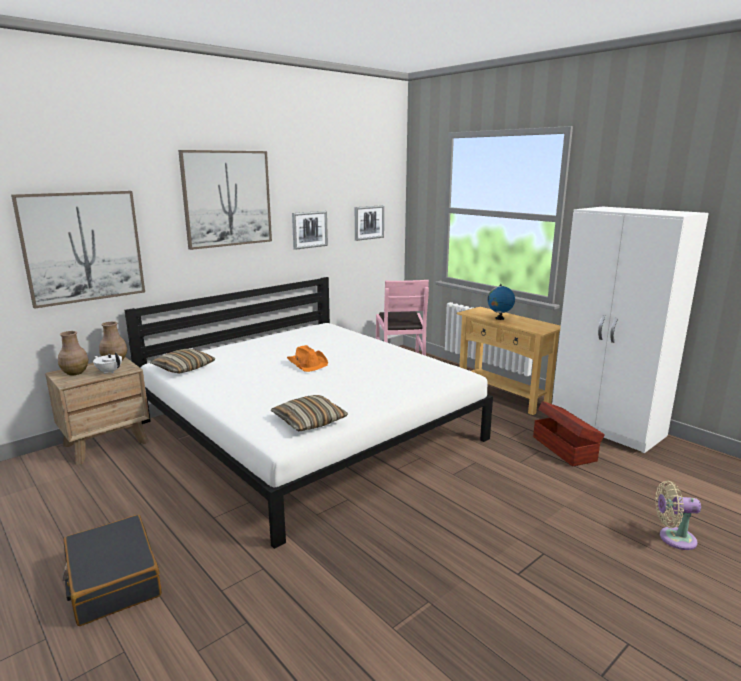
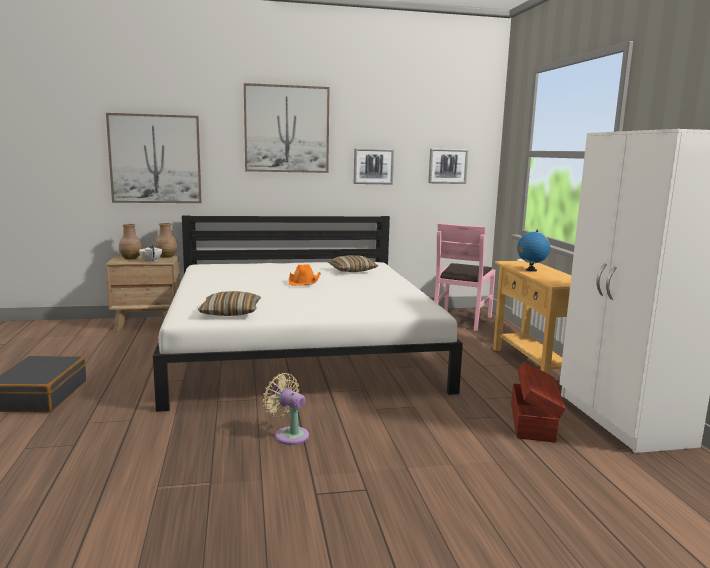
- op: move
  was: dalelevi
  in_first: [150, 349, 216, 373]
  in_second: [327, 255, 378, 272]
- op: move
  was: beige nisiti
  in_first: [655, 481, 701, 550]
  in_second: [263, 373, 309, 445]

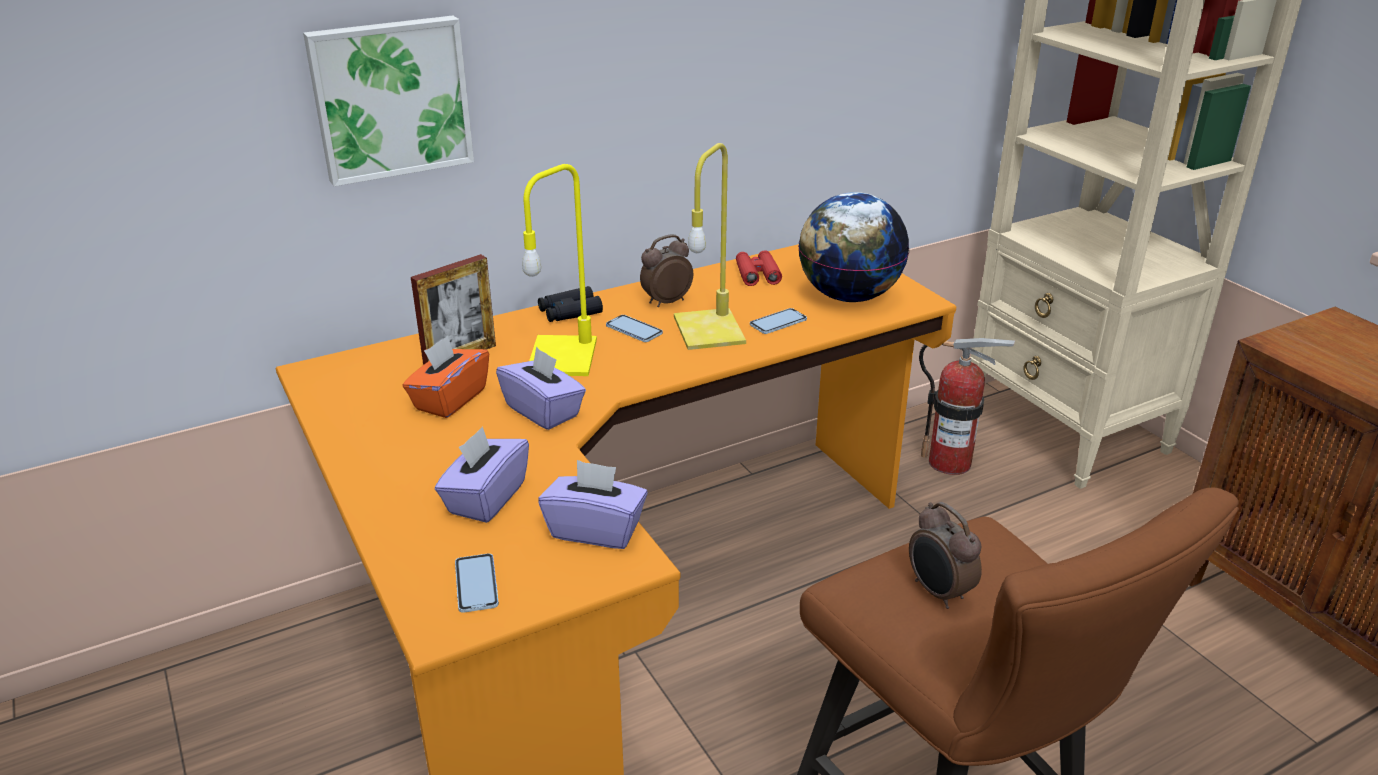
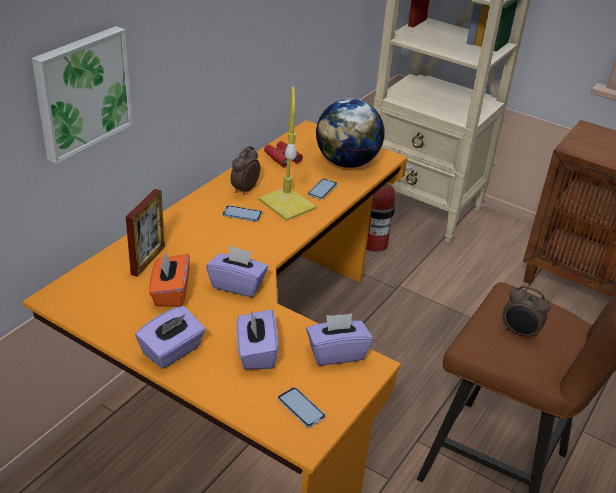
- op: delete
  was: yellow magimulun
  in_first: [522, 164, 597, 376]
- op: delete
  was: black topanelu
  in_first: [538, 286, 603, 322]
- op: insert
  now: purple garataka
  in_second: [135, 306, 206, 369]

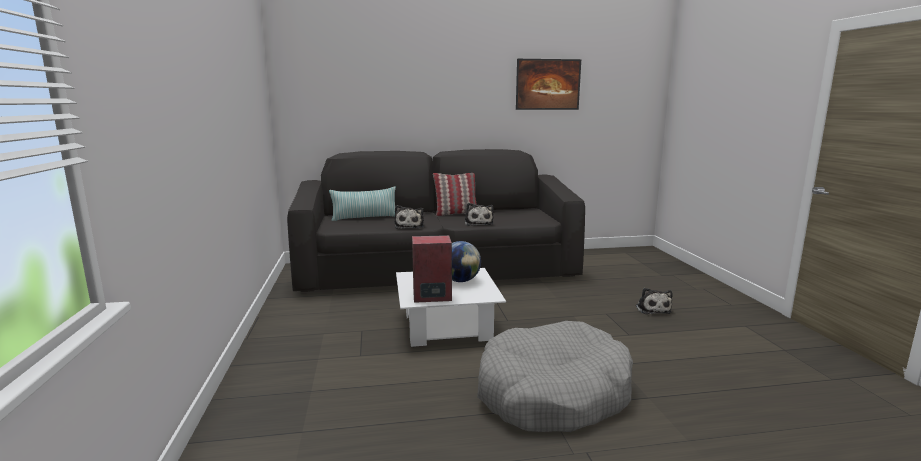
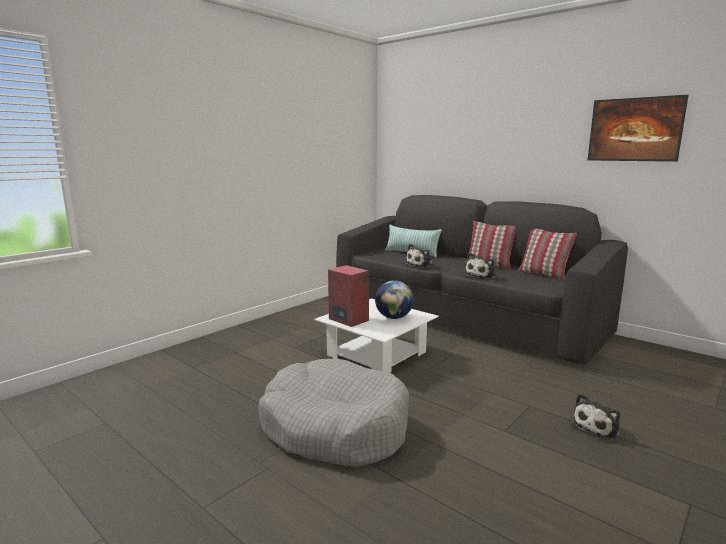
- op: insert
  now: dalelevi
  in_second: [518, 229, 577, 280]

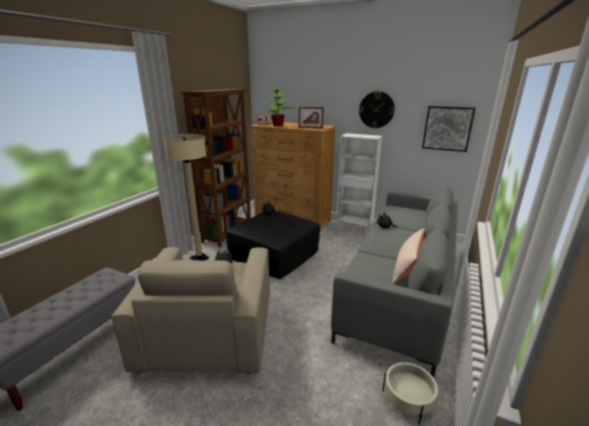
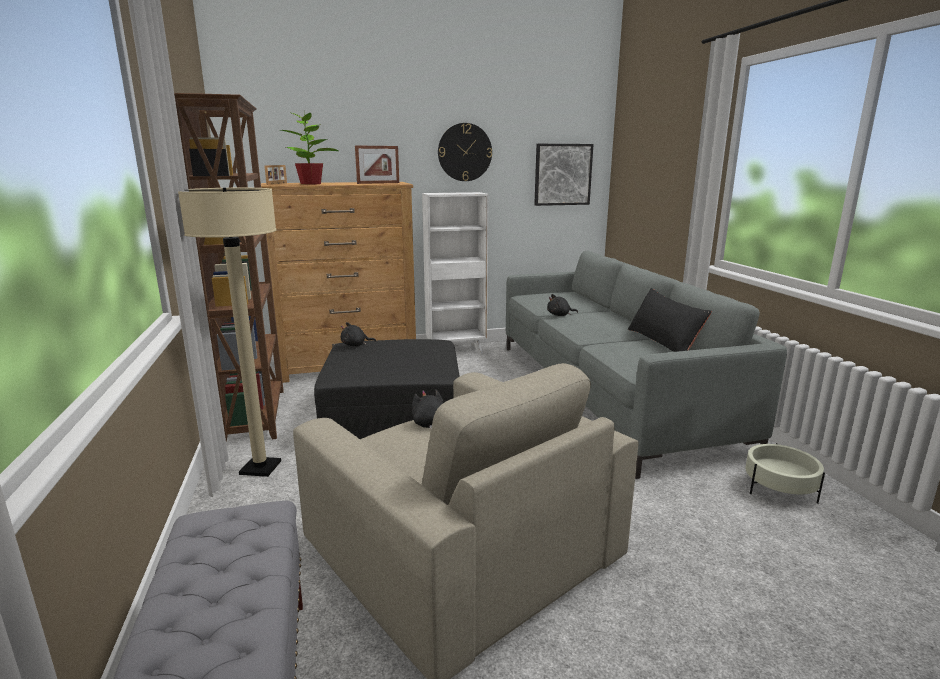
- op: recolor
  was: beige dalelevi
  now: black dalelevi
  in_first: [392, 228, 425, 284]
  in_second: [628, 288, 712, 352]

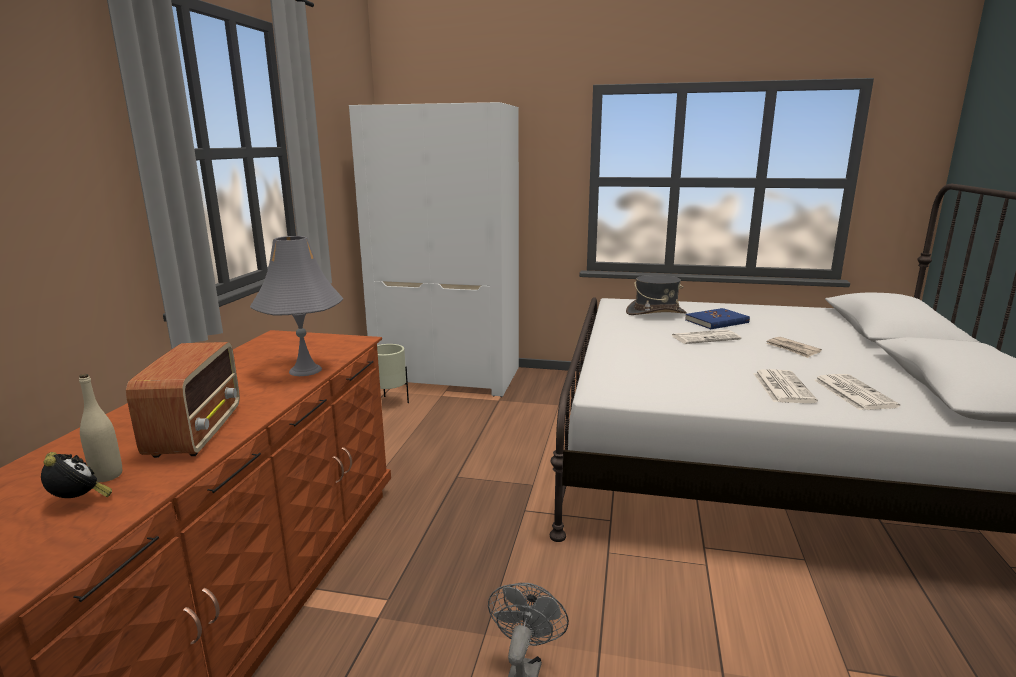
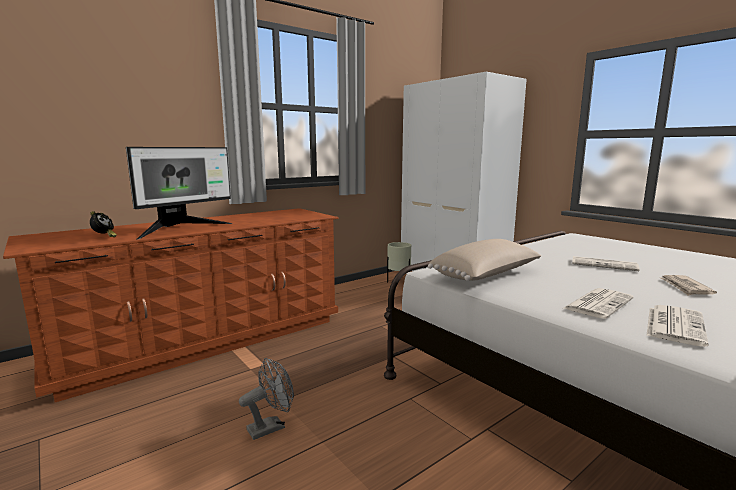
- op: delete
  was: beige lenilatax
  in_first: [79, 374, 122, 482]
- op: replace
  was: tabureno
  now: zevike
  in_first: [126, 342, 240, 458]
  in_second: [126, 147, 233, 240]
- op: delete
  was: grey magimulun
  in_first: [250, 236, 344, 376]
- op: delete
  was: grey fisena
  in_first: [626, 275, 687, 315]
- op: delete
  was: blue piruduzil
  in_first: [685, 308, 750, 329]
- op: insert
  now: beige dalelevi
  in_second: [428, 239, 541, 281]

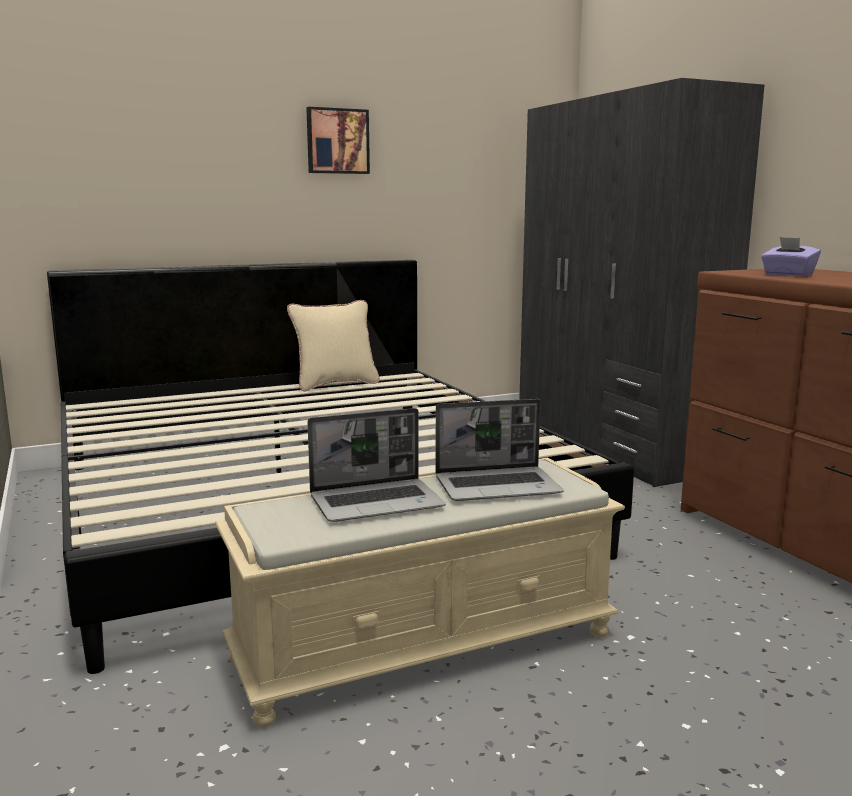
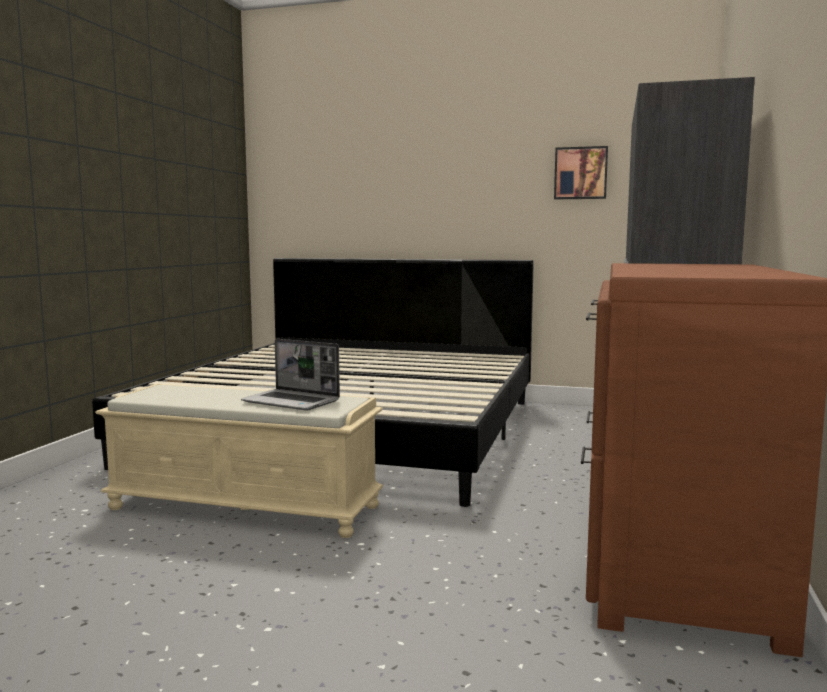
- op: delete
  was: beige dalelevi
  in_first: [287, 300, 380, 391]
- op: move
  was: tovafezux
  in_first: [306, 107, 370, 174]
  in_second: [554, 146, 608, 200]
- op: delete
  was: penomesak
  in_first: [307, 408, 445, 522]
- op: delete
  was: purple garataka
  in_first: [761, 237, 821, 276]

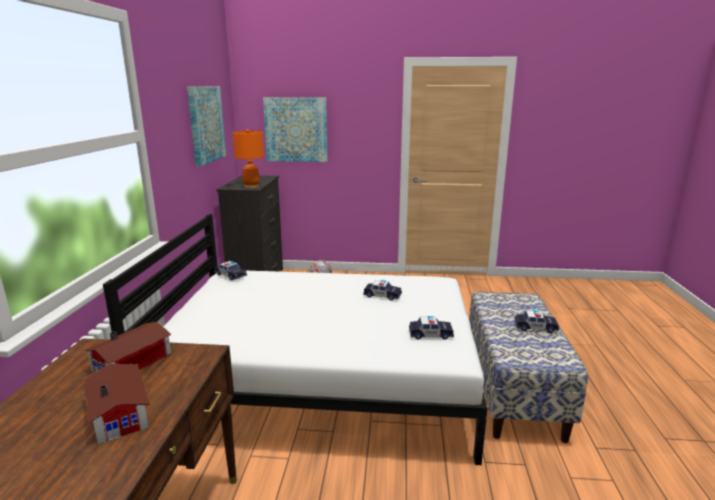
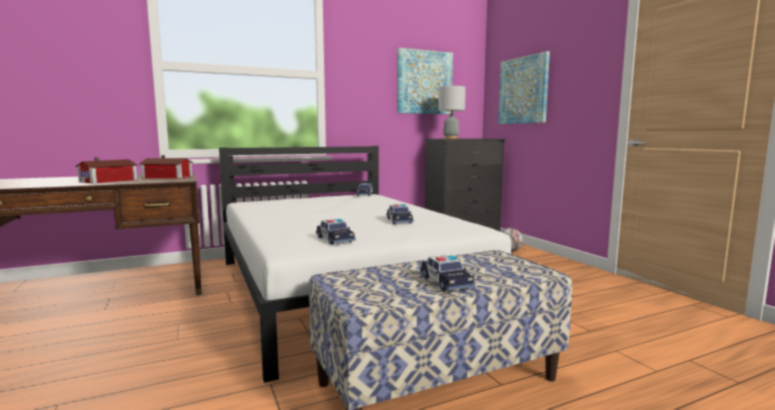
- op: recolor
  was: orange magimulun
  now: grey magimulun
  in_first: [233, 129, 264, 188]
  in_second: [438, 85, 466, 139]

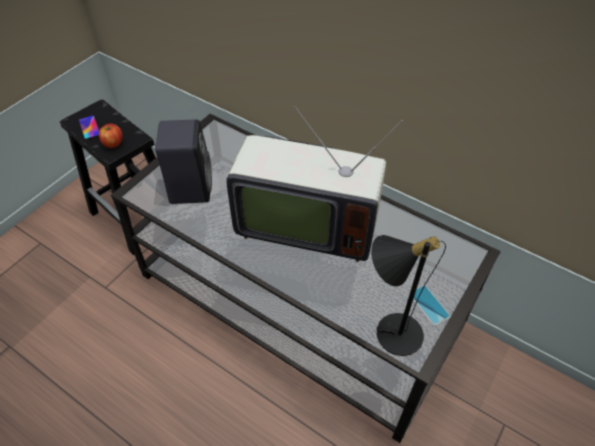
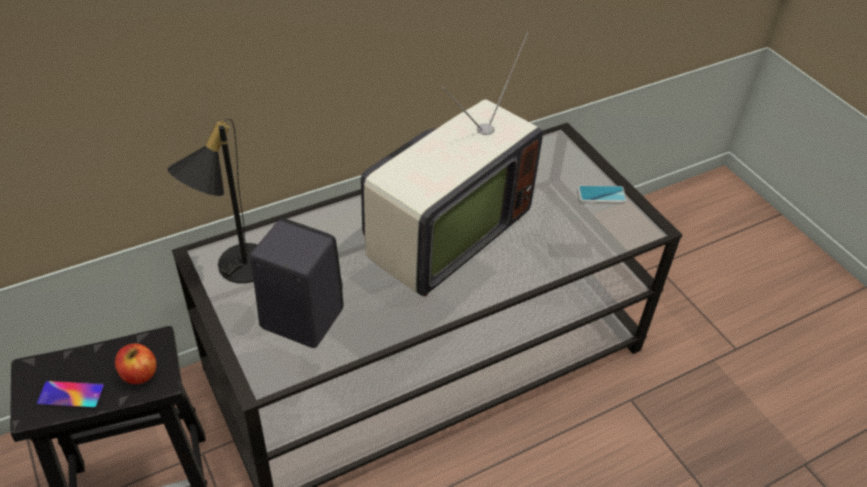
- op: move
  was: black magimulun
  in_first: [371, 235, 446, 356]
  in_second: [167, 119, 258, 283]

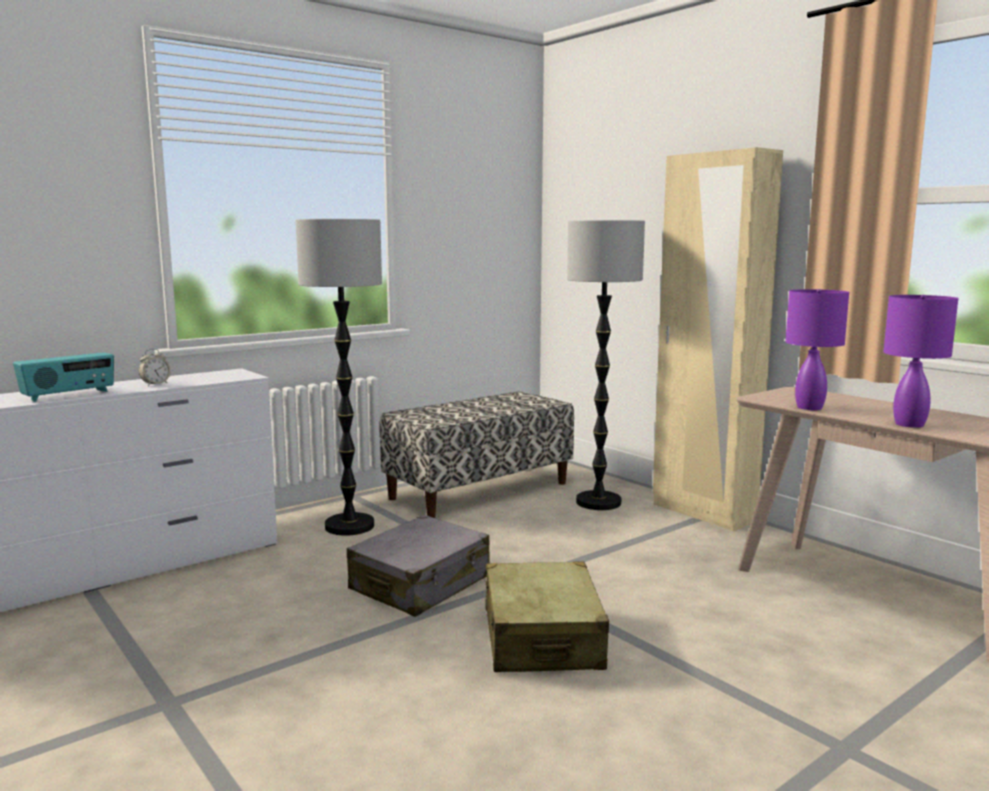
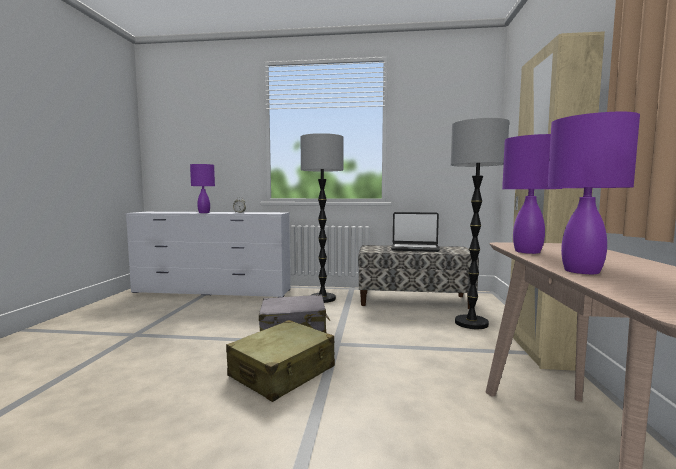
- op: replace
  was: tabureno
  now: purple magimulun
  in_first: [13, 352, 114, 402]
  in_second: [190, 164, 215, 213]
- op: insert
  now: penomesak
  in_second: [391, 212, 440, 252]

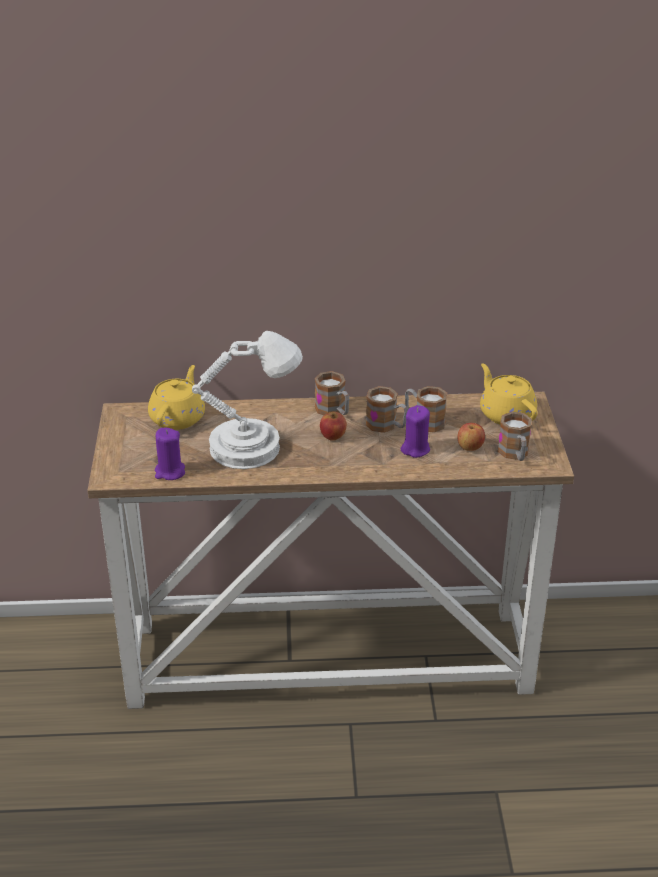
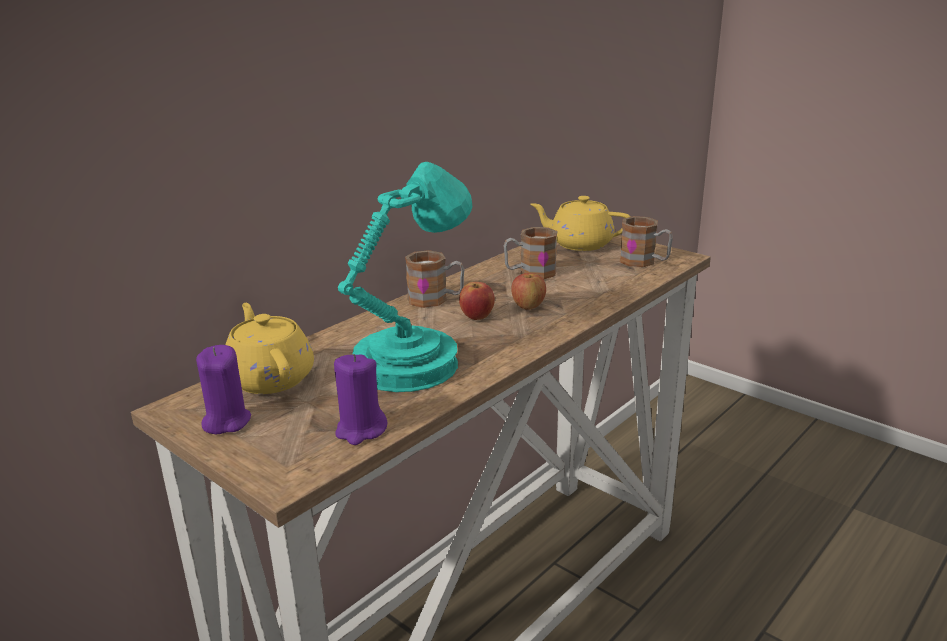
- op: recolor
  was: white magimulun
  now: turquoise magimulun
  in_first: [192, 331, 303, 469]
  in_second: [338, 162, 472, 392]
- op: delete
  was: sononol
  in_first: [366, 386, 408, 433]
- op: move
  was: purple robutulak
  in_first: [401, 405, 430, 458]
  in_second: [196, 345, 251, 434]
- op: move
  was: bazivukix
  in_first: [458, 423, 485, 451]
  in_second: [511, 273, 546, 310]

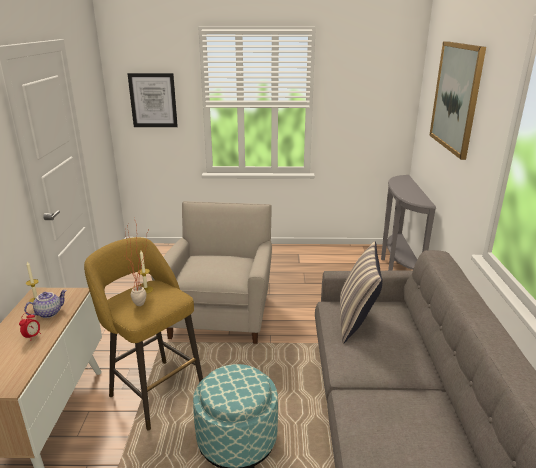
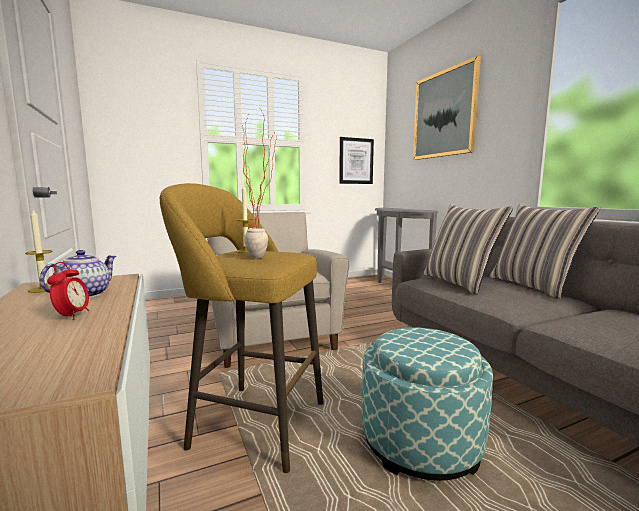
- op: move
  was: tovafezux
  in_first: [127, 73, 178, 127]
  in_second: [339, 137, 374, 184]
- op: insert
  now: dalelevi
  in_second: [489, 204, 600, 299]

